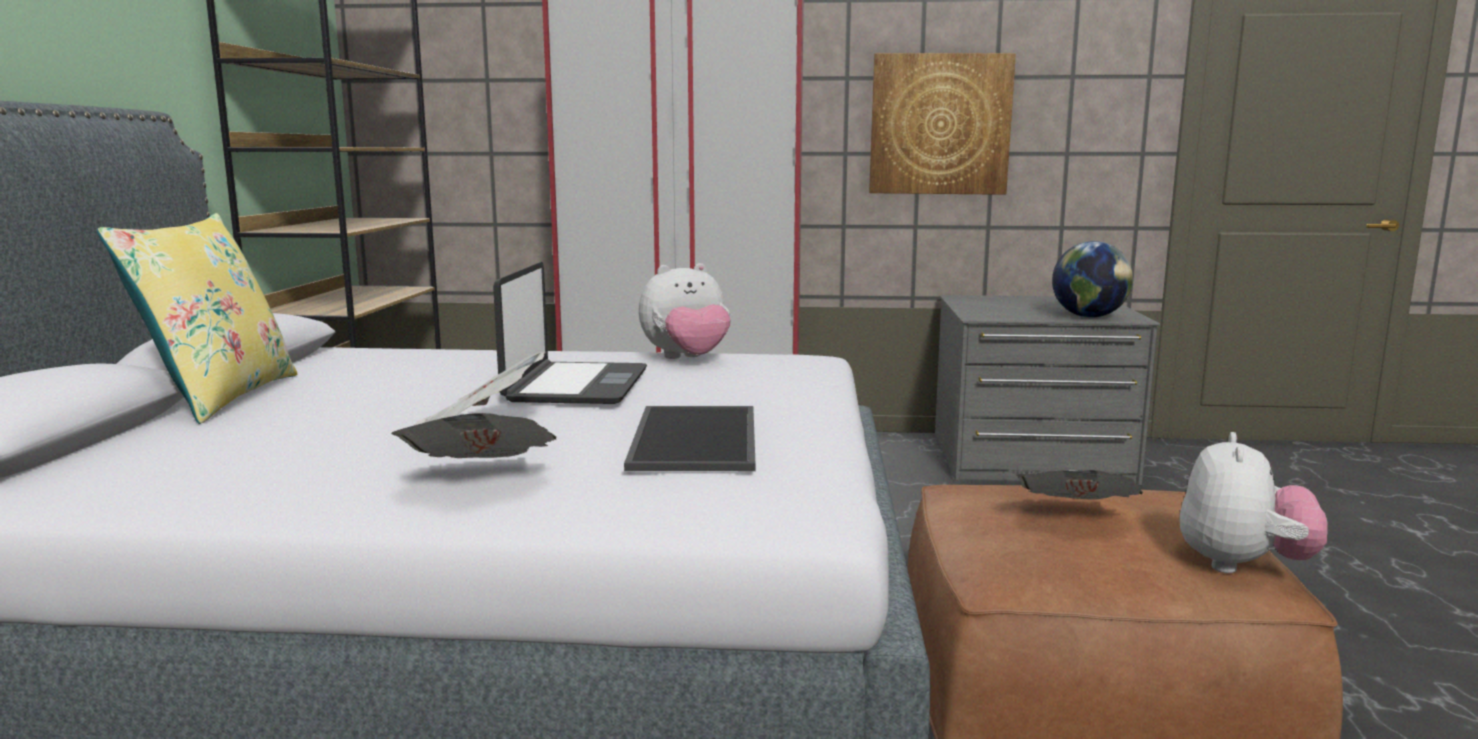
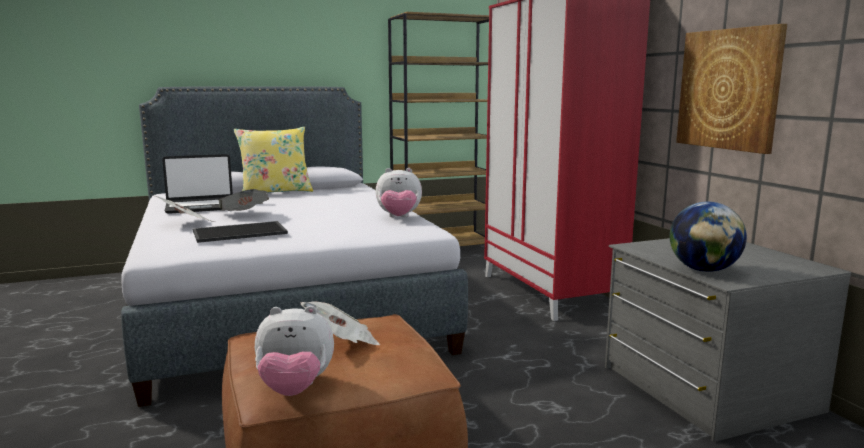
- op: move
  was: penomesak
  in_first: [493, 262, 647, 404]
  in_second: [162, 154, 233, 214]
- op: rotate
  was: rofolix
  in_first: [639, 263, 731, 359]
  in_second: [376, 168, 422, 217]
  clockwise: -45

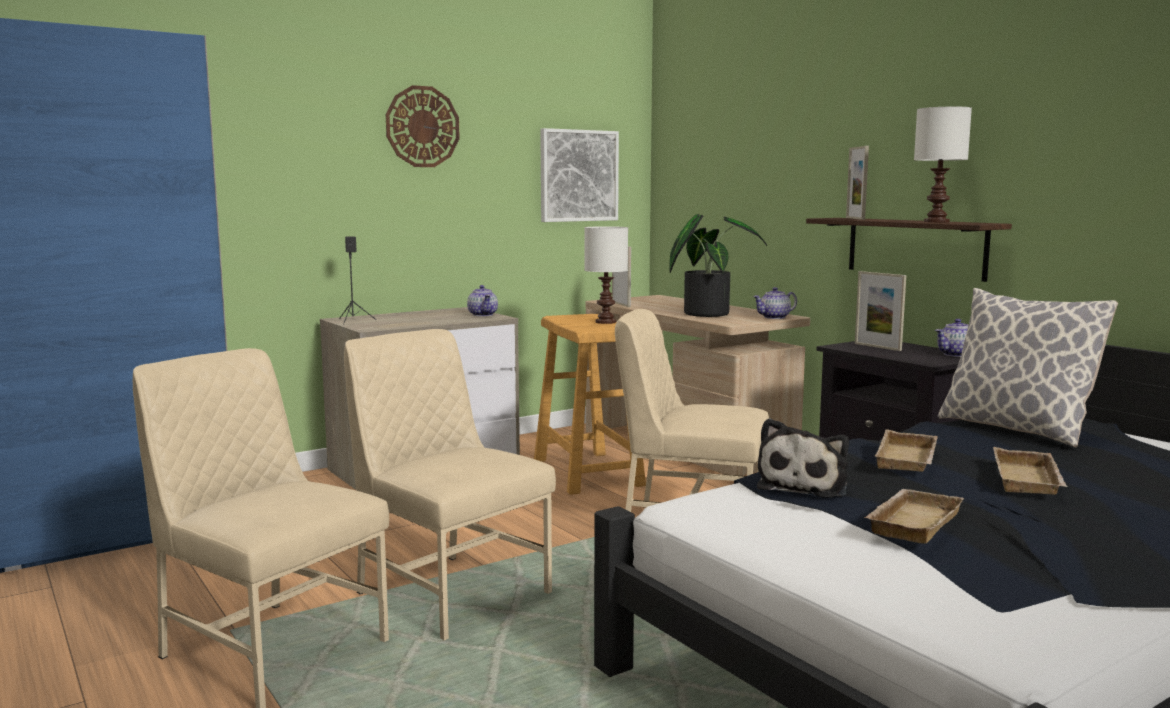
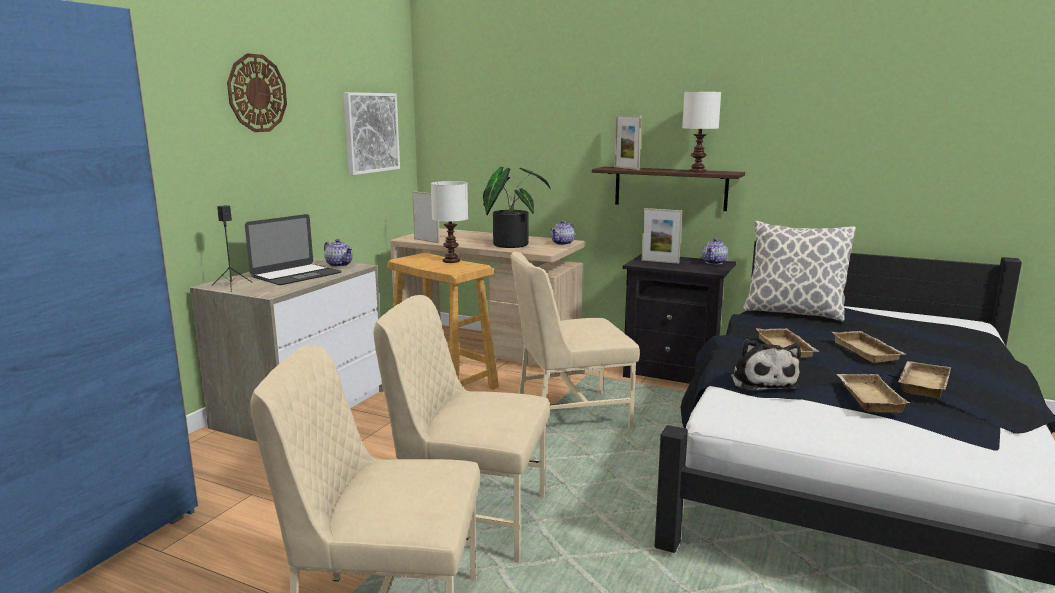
- op: insert
  now: penomesak
  in_second: [245, 214, 342, 285]
- op: insert
  now: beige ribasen
  in_second: [898, 361, 951, 398]

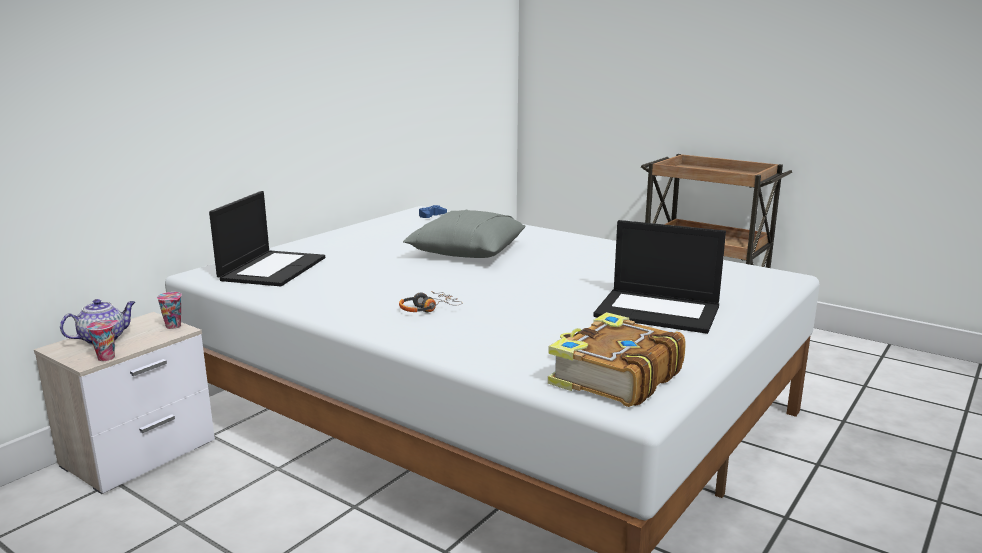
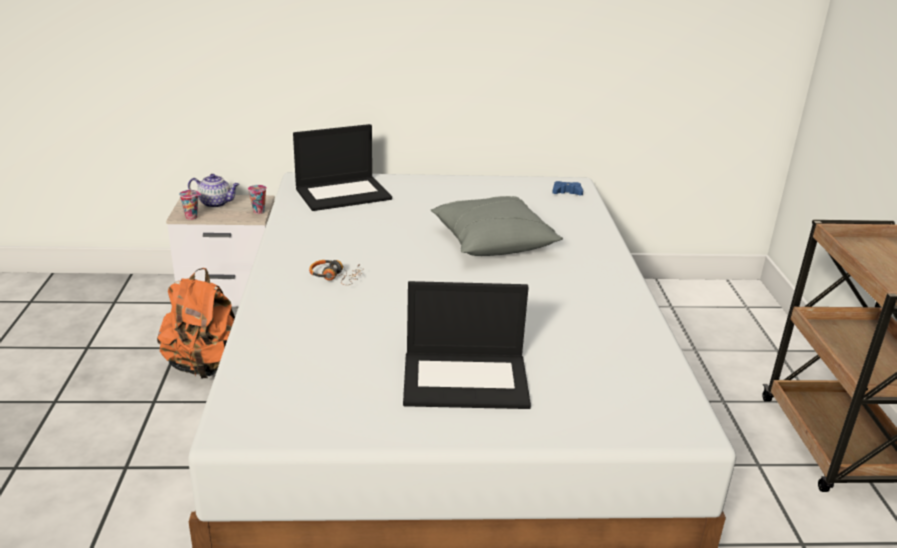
- op: delete
  was: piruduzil
  in_first: [548, 312, 685, 407]
- op: rotate
  was: penomesak
  in_first: [593, 220, 726, 334]
  in_second: [403, 281, 531, 409]
  clockwise: -75
- op: insert
  now: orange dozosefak
  in_second: [157, 268, 235, 379]

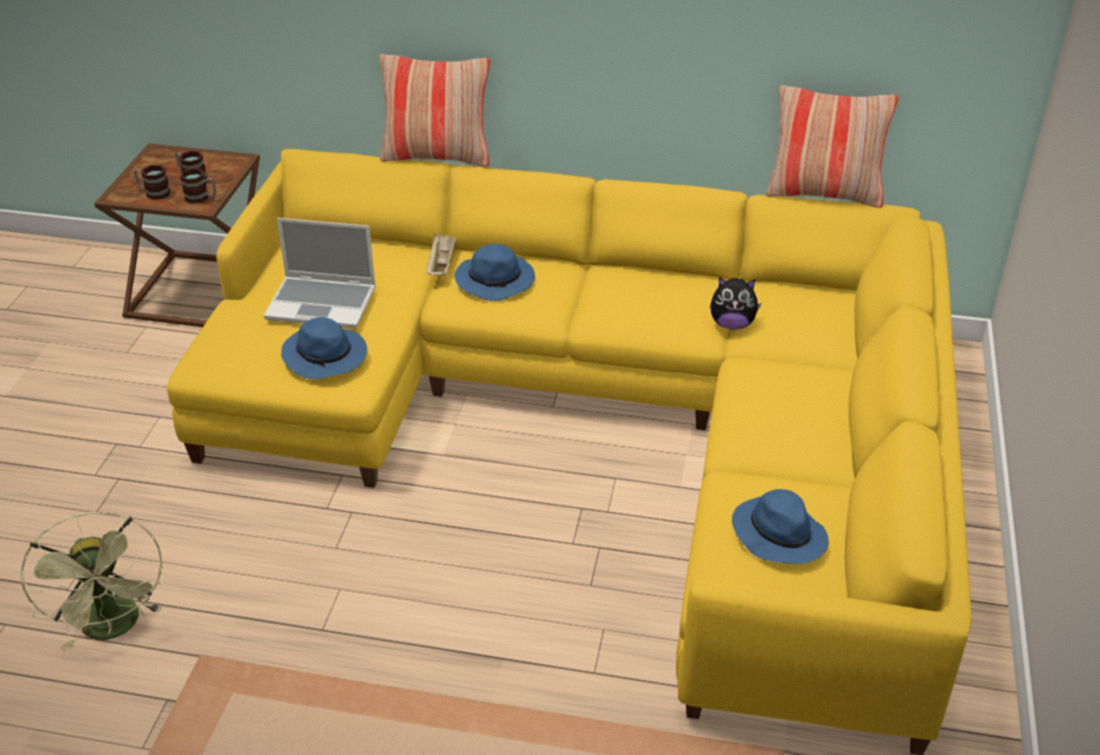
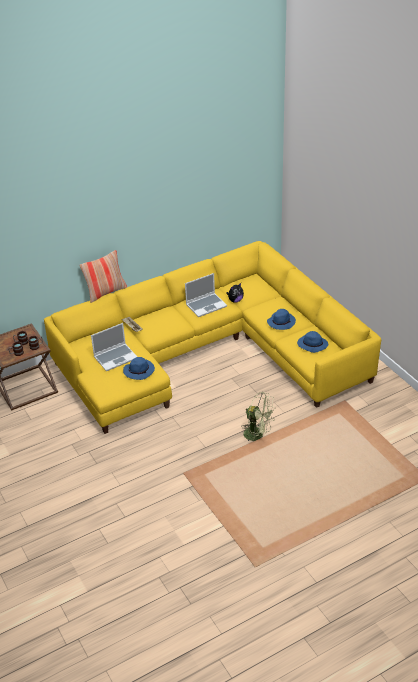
- op: move
  was: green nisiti
  in_first: [21, 512, 163, 650]
  in_second: [241, 392, 275, 441]
- op: move
  was: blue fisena
  in_first: [454, 244, 535, 301]
  in_second: [267, 309, 296, 330]
- op: delete
  was: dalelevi
  in_first: [766, 85, 898, 208]
- op: insert
  now: penomesak
  in_second: [185, 273, 227, 317]

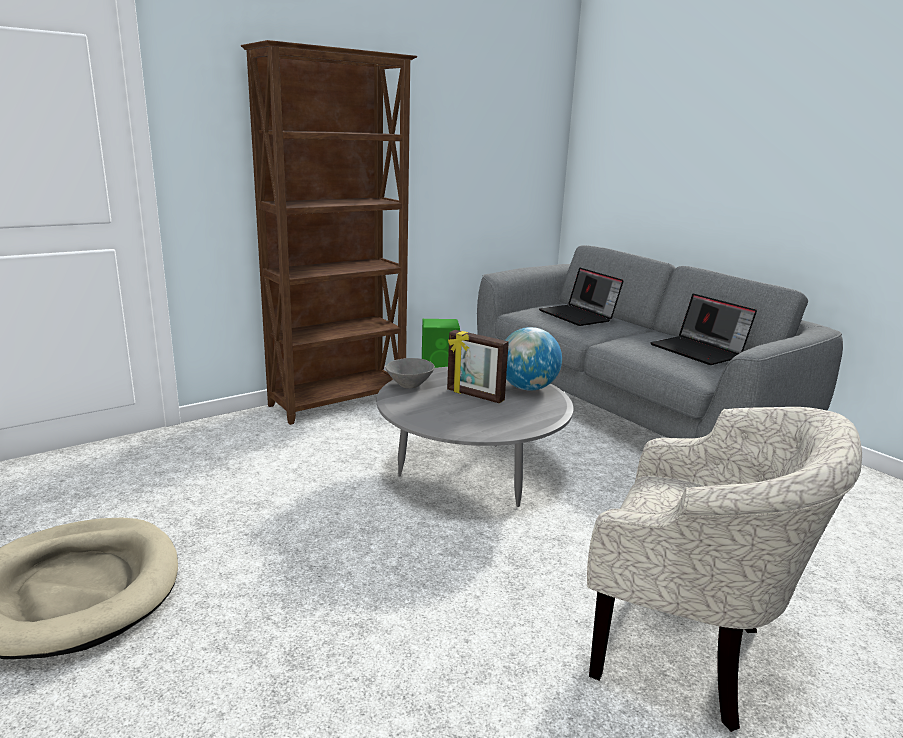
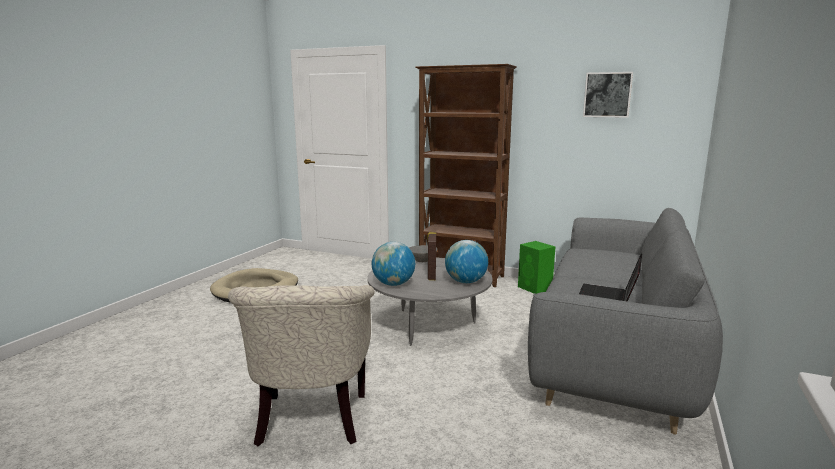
- op: delete
  was: penomesak
  in_first: [539, 268, 624, 326]
- op: insert
  now: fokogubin
  in_second: [372, 242, 415, 286]
- op: insert
  now: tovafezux
  in_second: [583, 72, 633, 118]

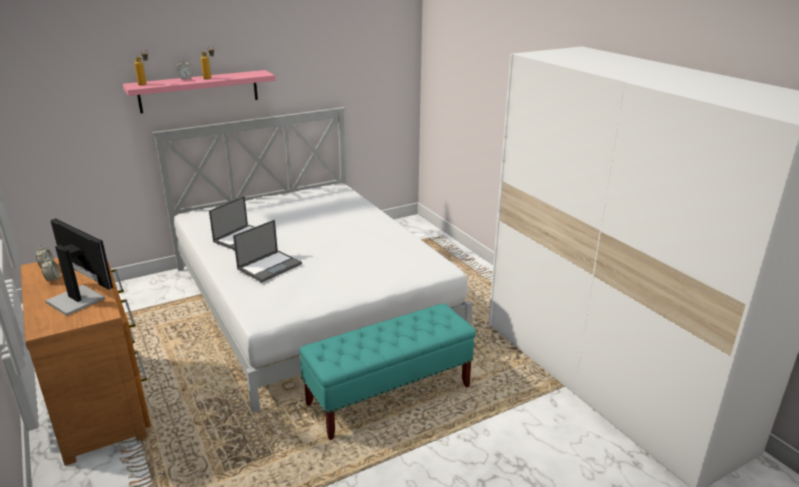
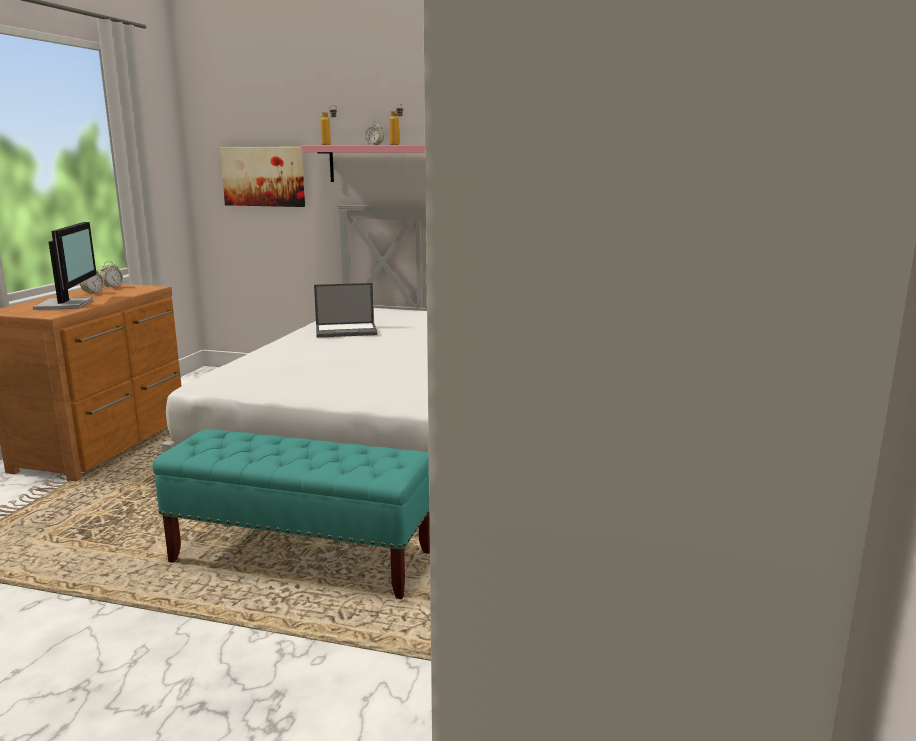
- op: delete
  was: penomesak
  in_first: [233, 220, 302, 282]
- op: insert
  now: tovafezux
  in_second: [220, 147, 305, 207]

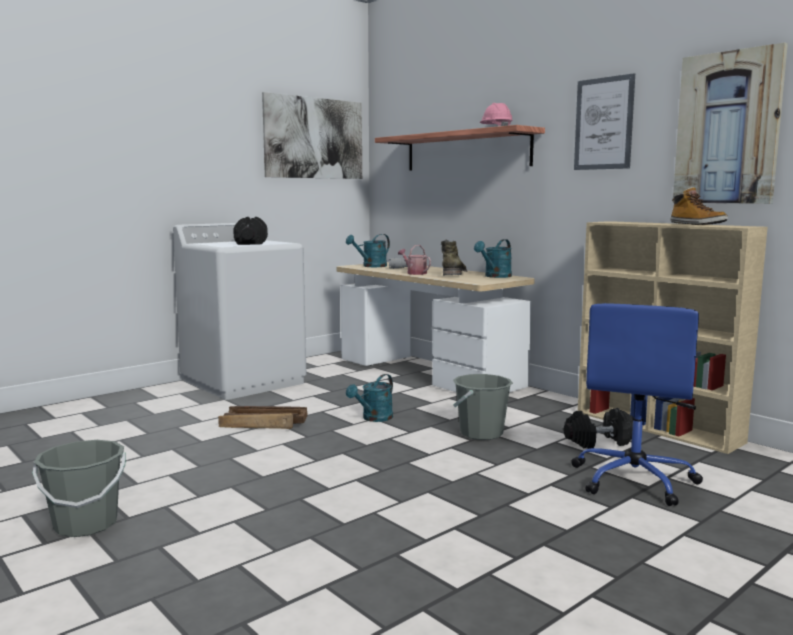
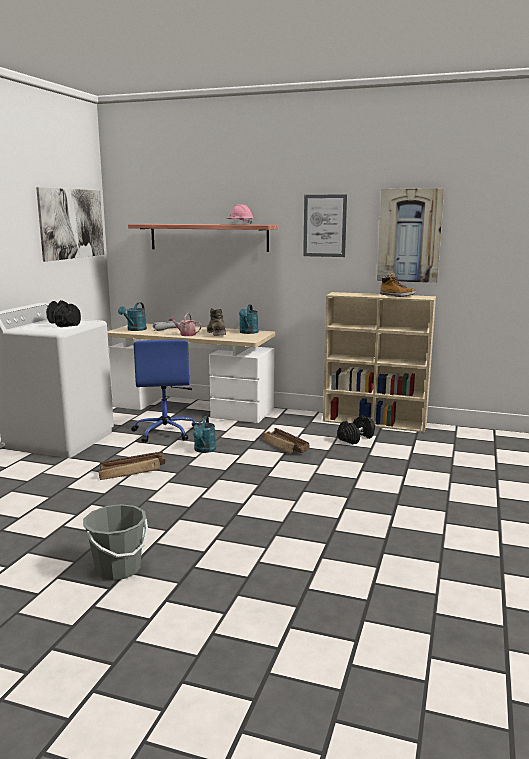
- op: replace
  was: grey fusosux
  now: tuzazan
  in_first: [453, 374, 513, 440]
  in_second: [262, 428, 310, 454]
- op: move
  was: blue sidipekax
  in_first: [571, 303, 703, 506]
  in_second: [131, 339, 198, 442]

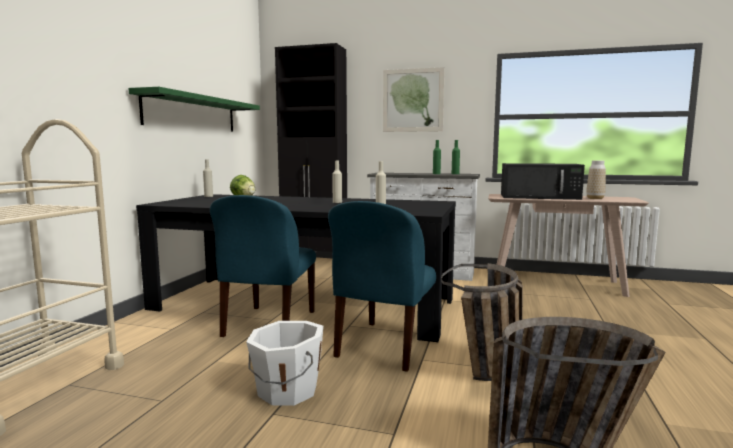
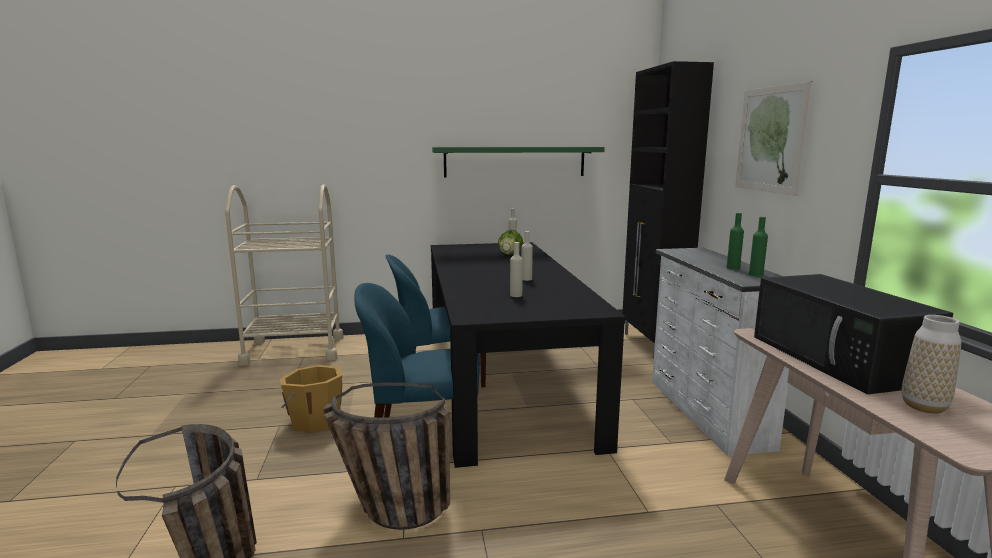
- op: recolor
  was: white fusosux
  now: orange fusosux
  in_first: [246, 321, 324, 406]
  in_second: [280, 365, 342, 433]

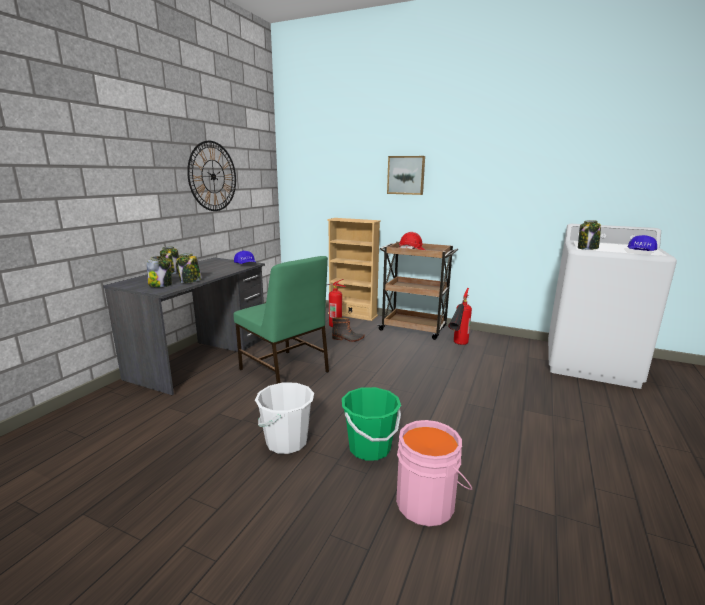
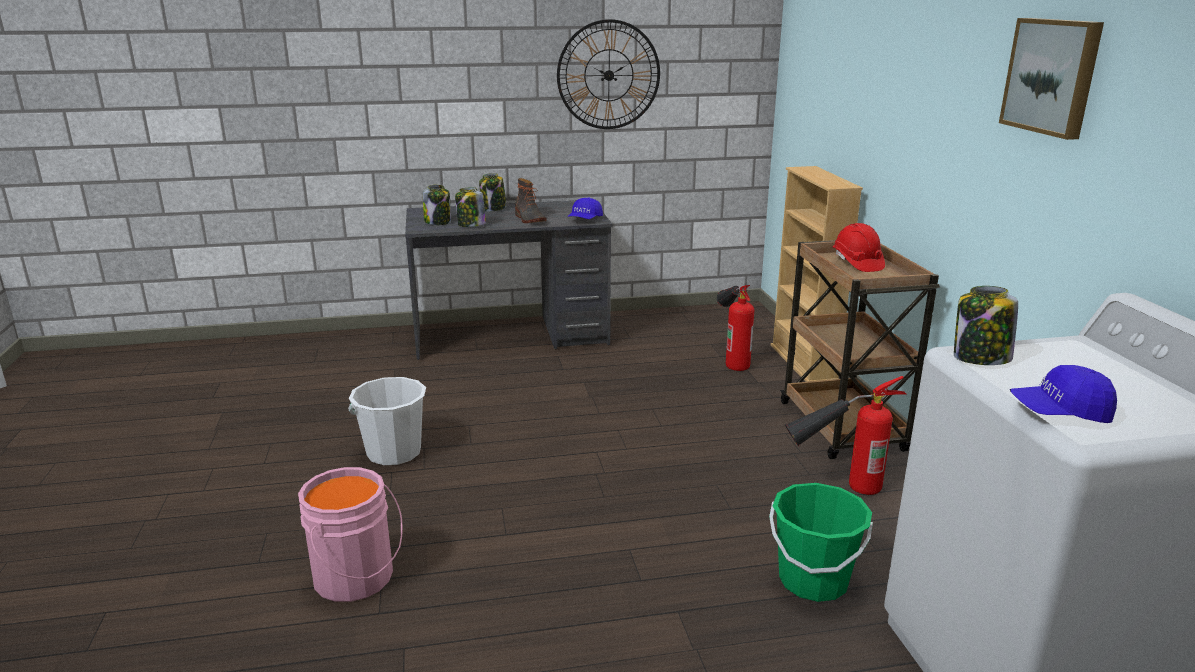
- op: delete
  was: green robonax
  in_first: [234, 256, 329, 384]
- op: move
  was: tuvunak
  in_first: [332, 318, 365, 342]
  in_second: [515, 178, 547, 223]
- op: move
  was: green fusosux
  in_first: [342, 387, 401, 461]
  in_second: [769, 483, 873, 602]
- op: move
  was: tovafezux
  in_first: [387, 156, 425, 195]
  in_second: [999, 18, 1104, 140]

